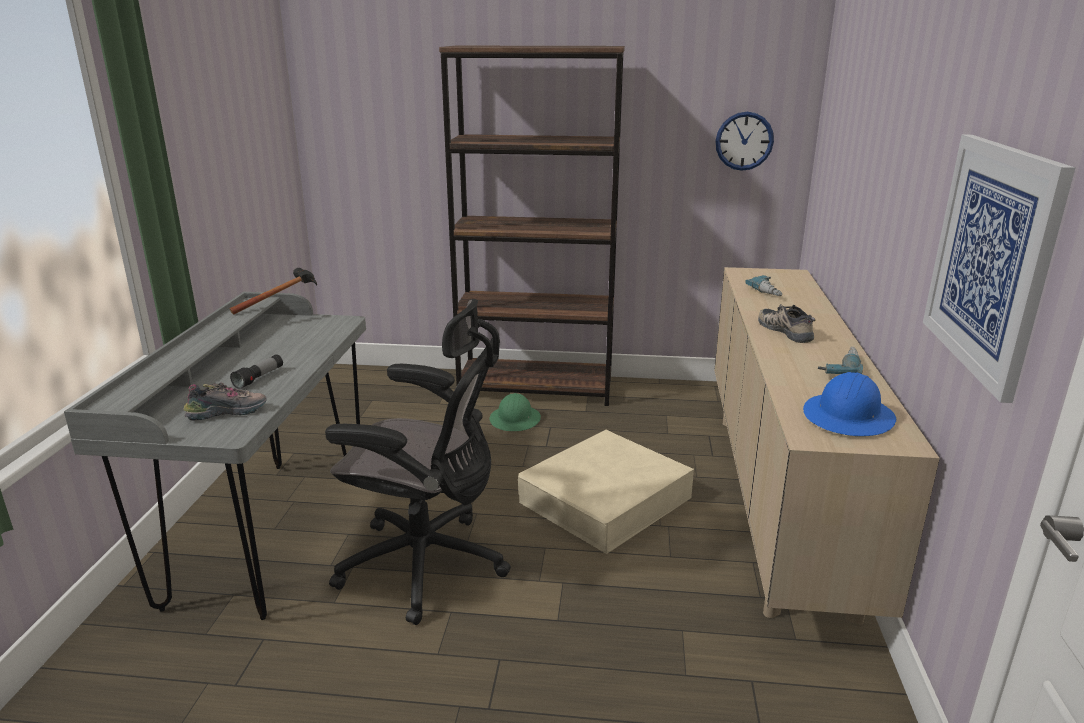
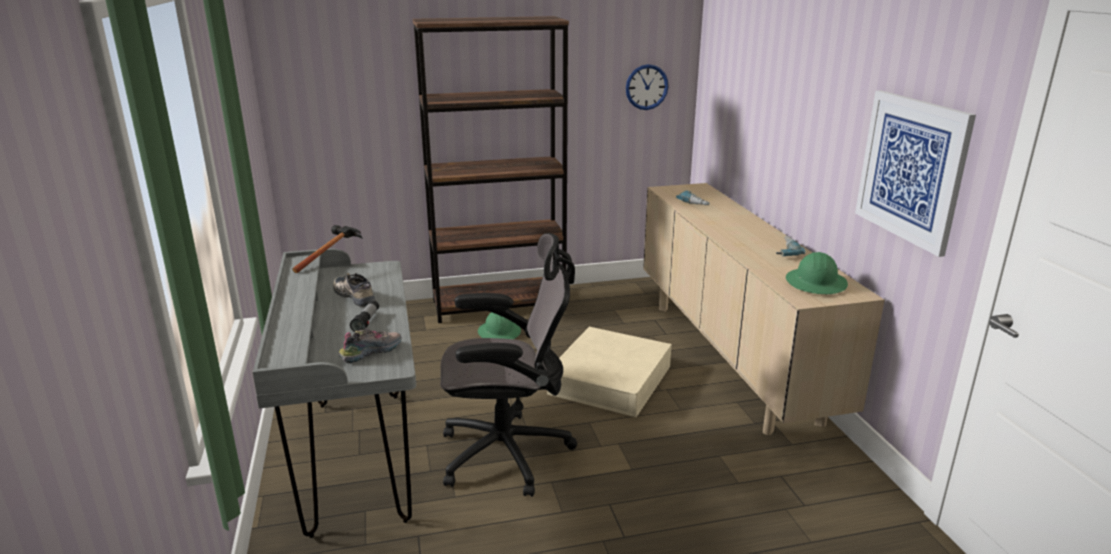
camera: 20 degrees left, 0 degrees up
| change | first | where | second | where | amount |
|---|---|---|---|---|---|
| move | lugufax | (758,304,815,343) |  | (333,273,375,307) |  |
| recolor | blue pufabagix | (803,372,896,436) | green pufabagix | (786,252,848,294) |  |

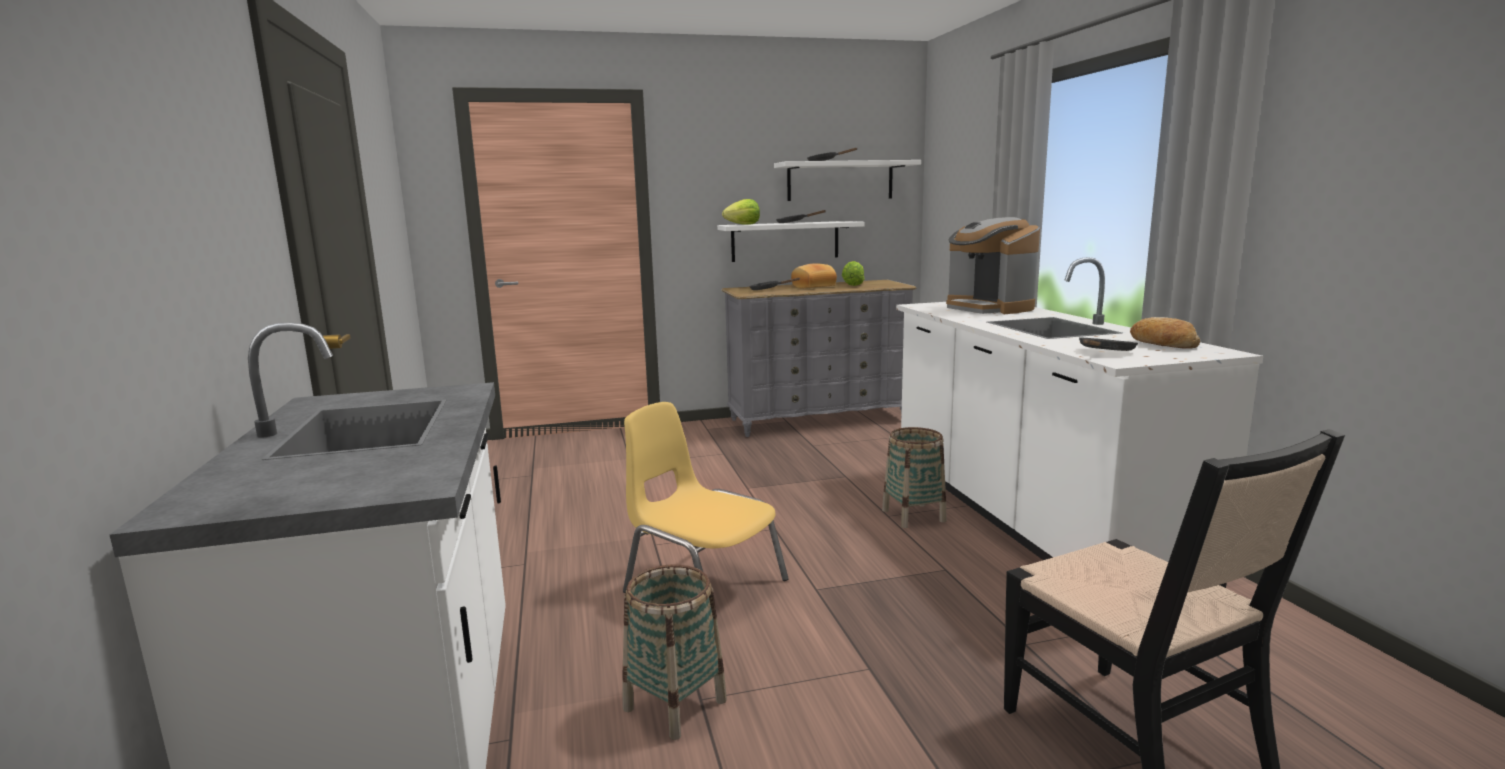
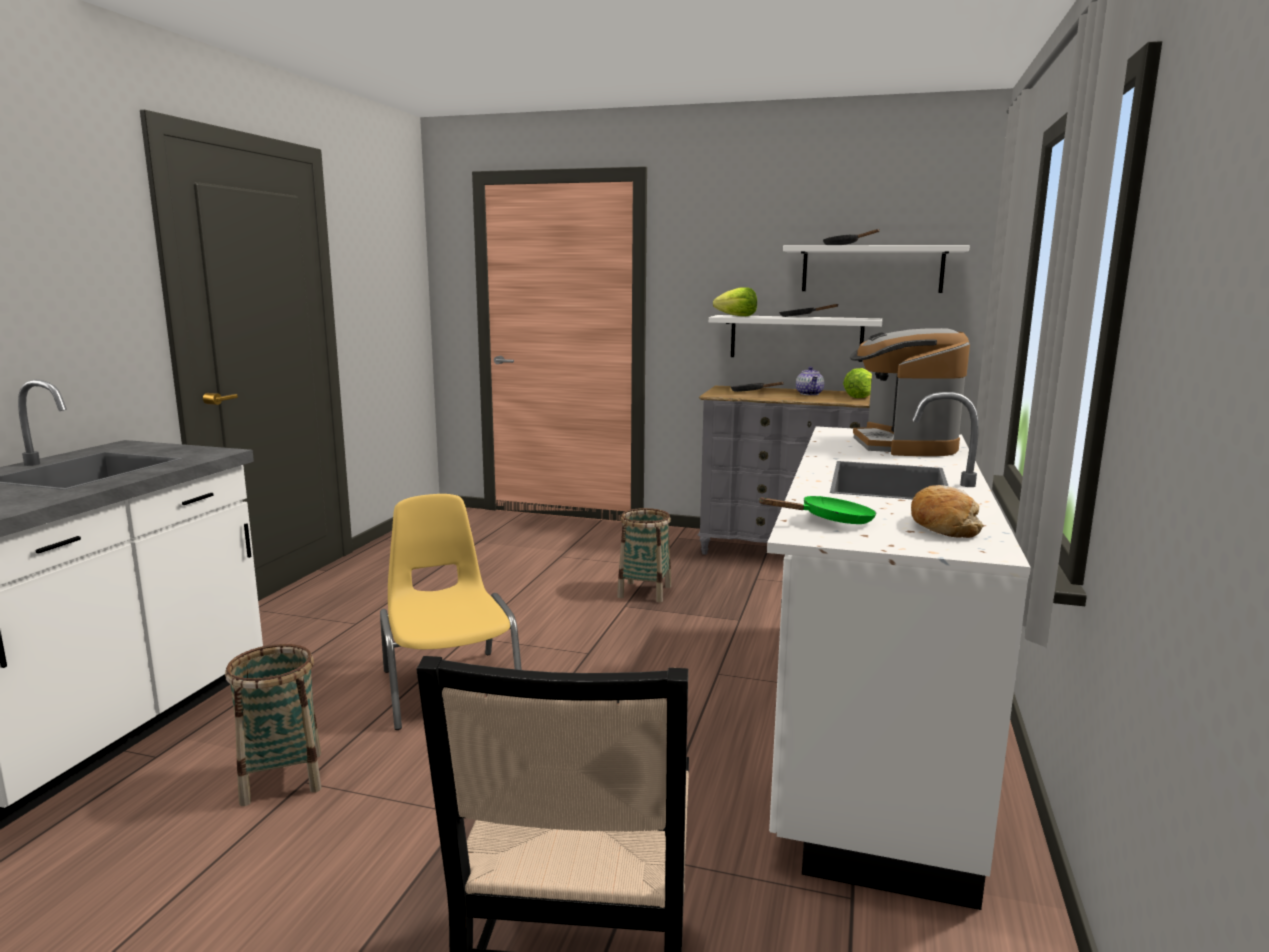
camera: 30 degrees right, 0 degrees up
| change | first | where | second | where | amount |
|---|---|---|---|---|---|
| move | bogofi | (882,427,947,528) |  | (617,508,671,602) |  |
| replace | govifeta | (791,263,837,288) | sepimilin | (796,367,824,395) |  |
| recolor | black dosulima | (1079,337,1138,351) | green dosulima | (758,496,877,524) |  |

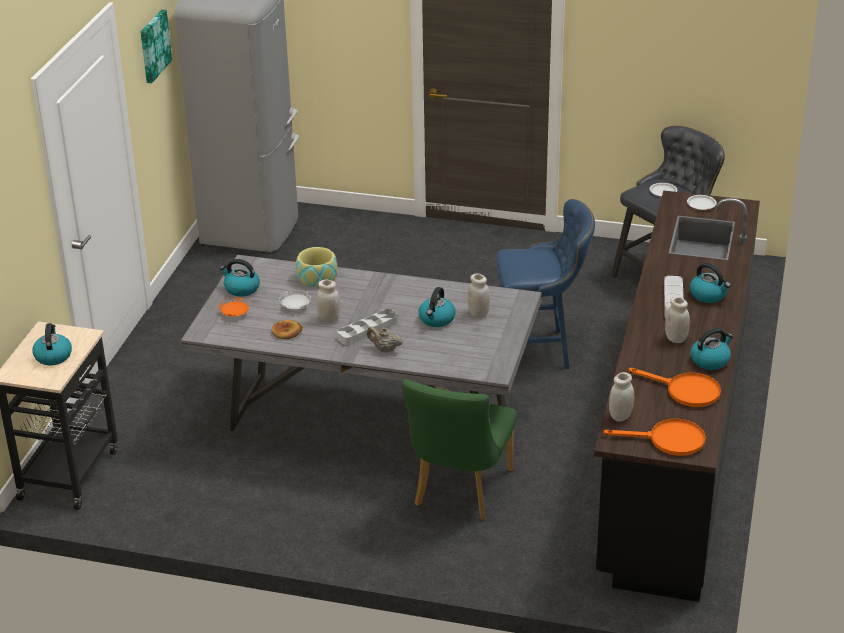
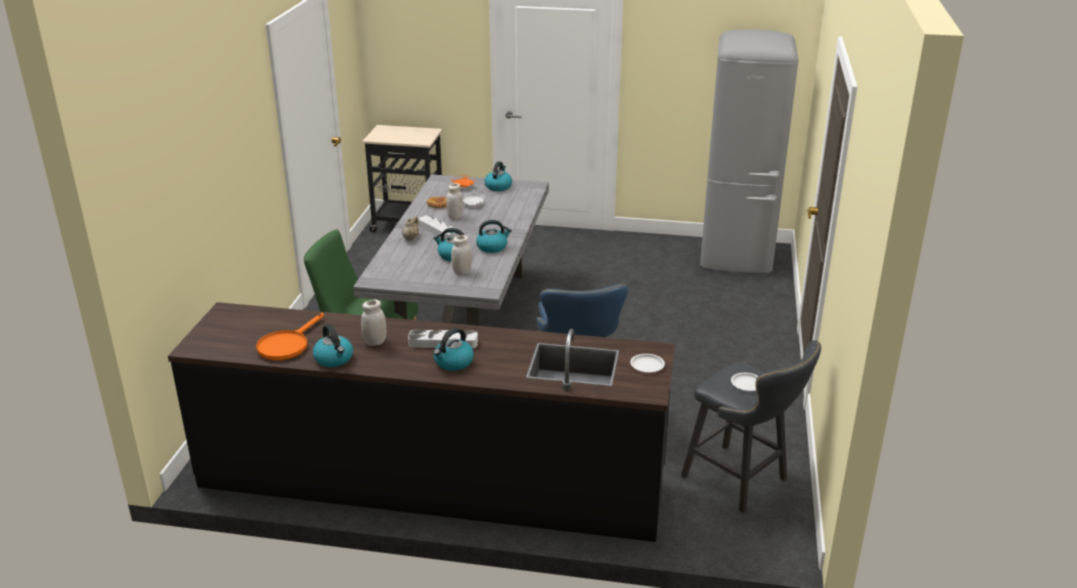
camera: 85 degrees right, 5 degrees down
| change | first | where | second | where | amount |
|---|---|---|---|---|---|
| delete | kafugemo | (141,10,172,83) |  |  |  |
| delete | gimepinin | (296,247,337,287) |  |  |  |
| delete | orange dosulima | (603,419,706,456) |  |  |  |
| delete | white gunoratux | (609,372,634,422) |  |  |  |
| move | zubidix | (32,323,72,365) |  | (476,220,512,253) |  |

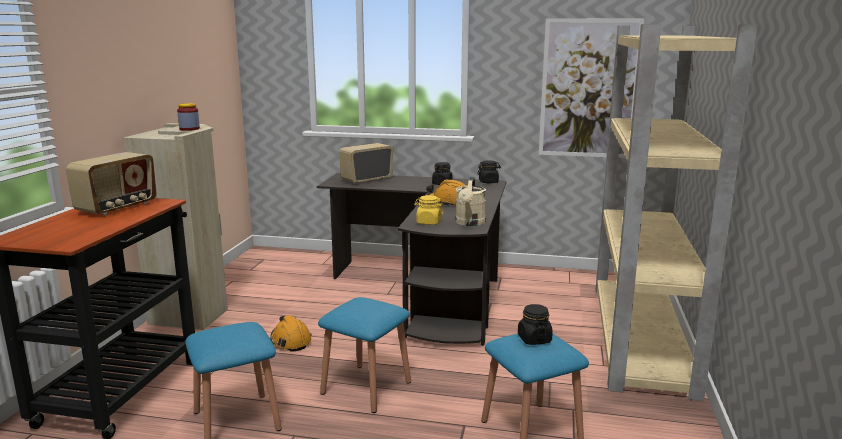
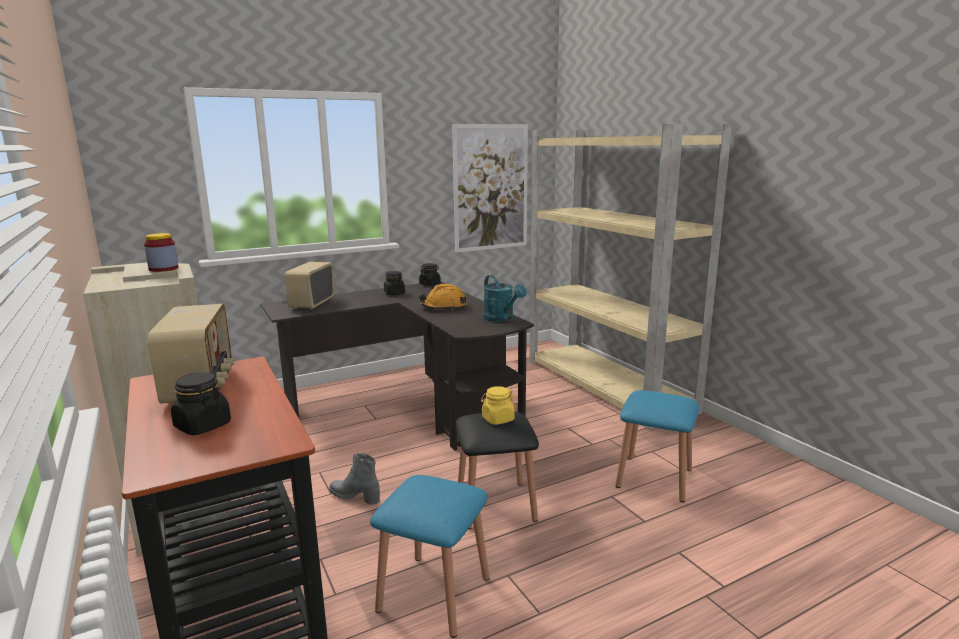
camera: 40 degrees left, 0 degrees up
| change | first | where | second | where | amount |
|---|---|---|---|---|---|
| move | yellow gunoratux | (414,195,443,225) |  | (481,386,515,425) |  |
| move | black gunoratux | (518,304,553,345) |  | (171,372,231,435) |  |
| replace | orange pufabagix | (270,315,312,352) | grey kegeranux | (329,453,380,505) |  |
| recolor | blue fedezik | (318,297,411,413) | black fedezik | (456,411,539,529) |  |
| recolor | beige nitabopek | (455,177,486,226) | turquoise nitabopek | (484,275,527,322) |  |

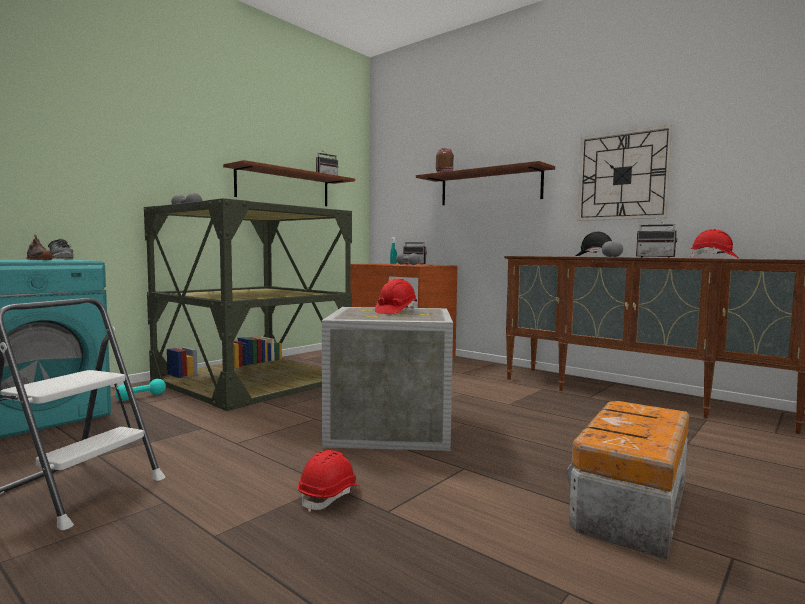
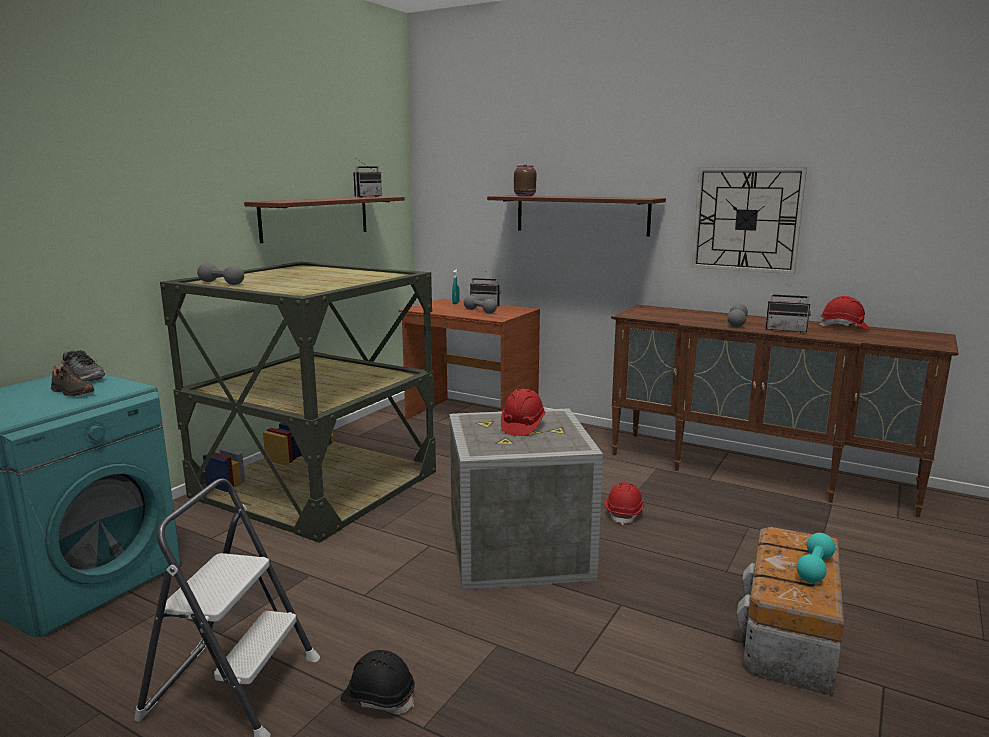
camera: 10 degrees left, 10 degrees up
| change | first | where | second | where | amount |
|---|---|---|---|---|---|
| move | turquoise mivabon | (115,379,166,401) |  | (796,533,835,583) |  |
| move | red pufabagix | (298,450,360,512) |  | (606,482,644,525) |  |
| move | black pufabagix | (576,232,612,256) |  | (340,650,415,714) |  |

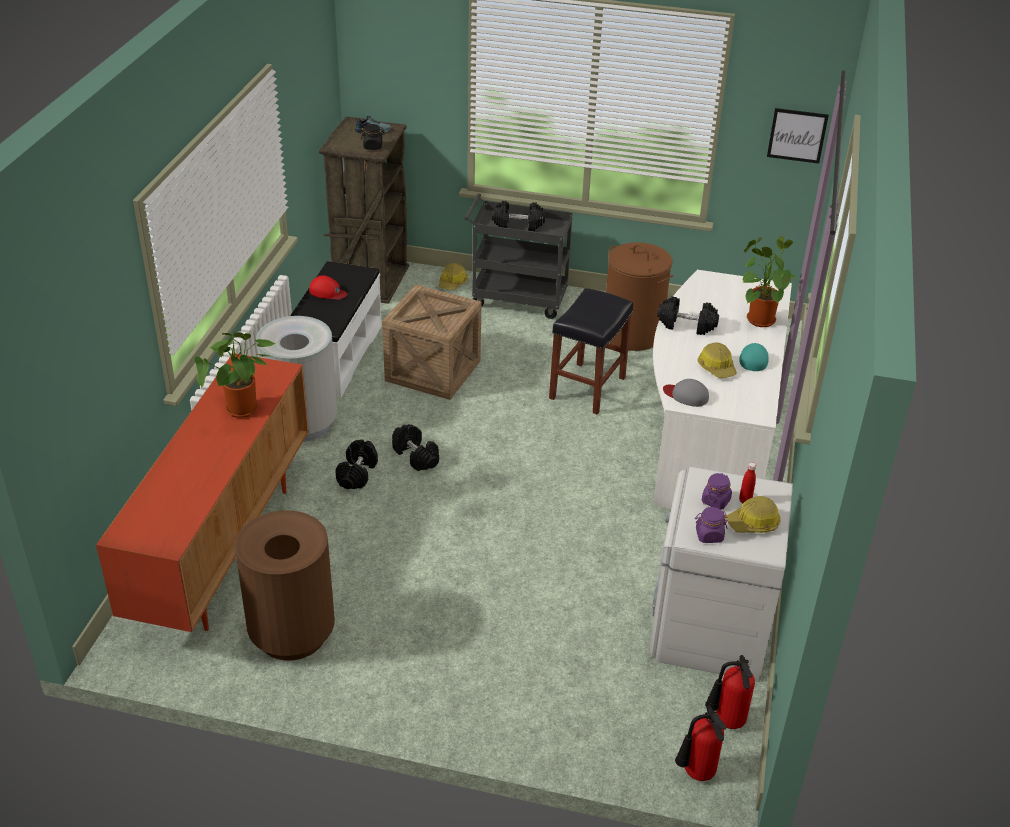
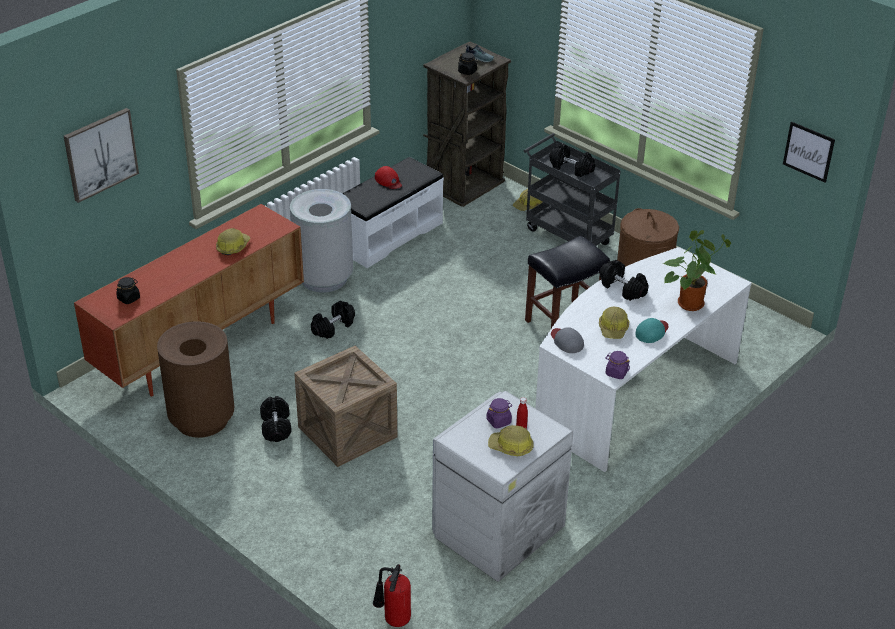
camera: 30 degrees right, 0 degrees up
| change | first | where | second | where | amount |
|---|---|---|---|---|---|
| delete | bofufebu | (705,655,755,729) |  |  |  |
| insert |  |  | kafugemo | (64,108,139,203) |  |
| insert |  |  | black gunoratux | (116,277,140,304) |  |
| move | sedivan | (382,285,481,400) |  | (294,346,397,467) |  |
| move | black mivabon | (392,424,439,471) |  | (260,396,291,442) |  |
| move | purple gunoratux | (695,507,728,543) |  | (605,351,630,379) |  |
| replace | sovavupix | (194,330,275,418) | pufabagix | (216,228,250,255) |  |

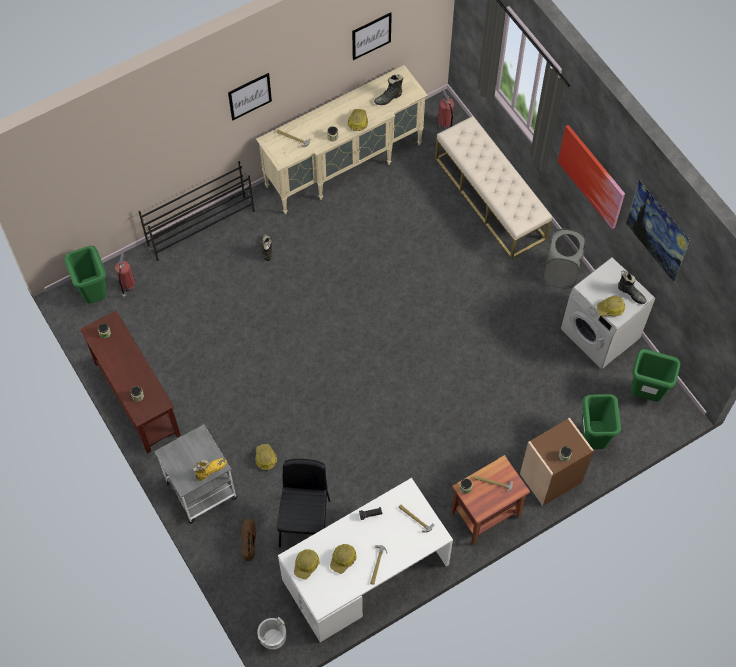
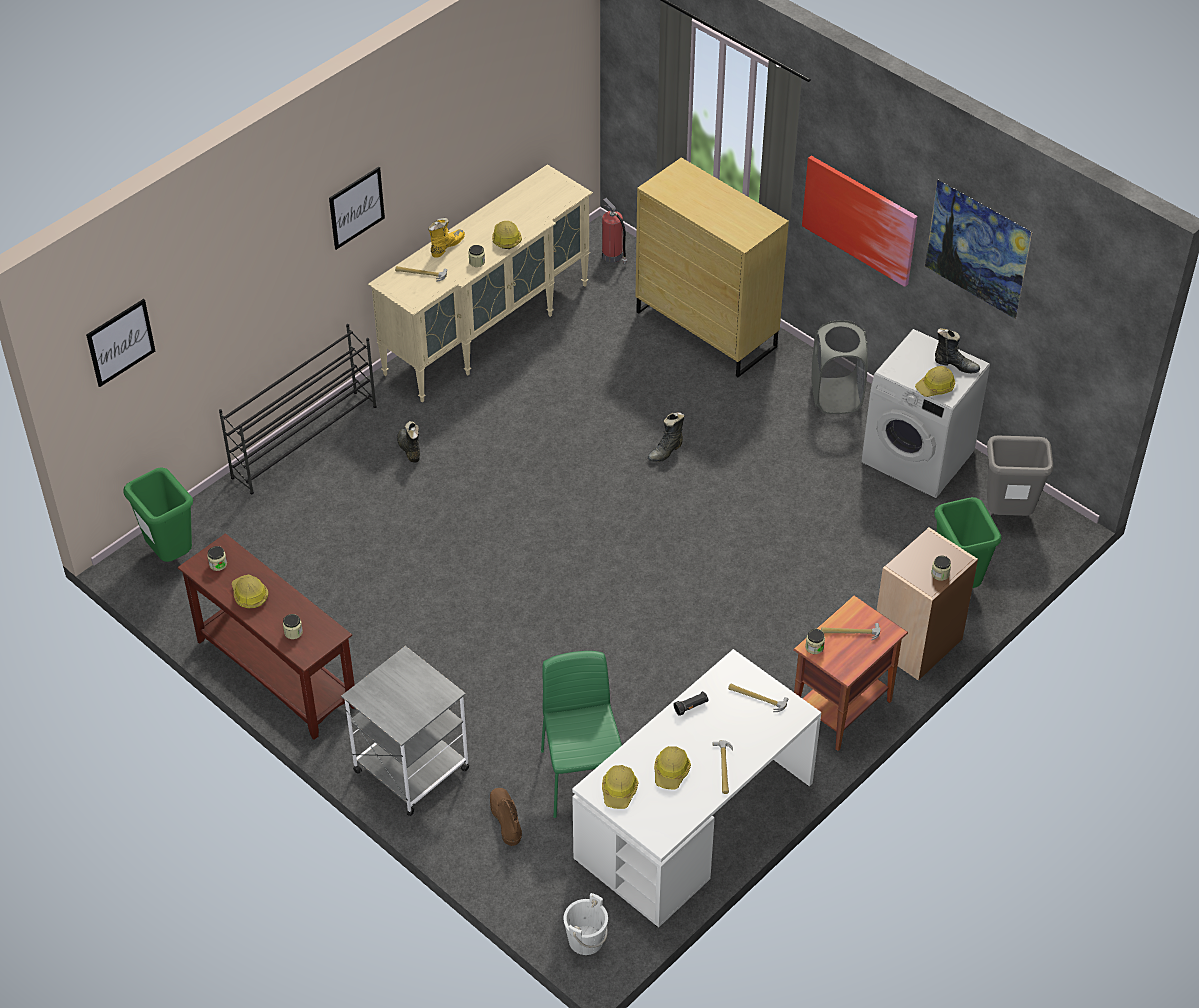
camera: 15 degrees left, 15 degrees down
| change | first | where | second | where | amount |
|---|---|---|---|---|---|
| delete | bofufebu | (115,253,136,297) |  |  |  |
| move | yellow kegeranux | (192,458,227,481) |  | (428,218,465,258) |  |
| move | pufabagix | (256,444,277,470) |  | (232,575,268,608) |  |
| move | kafugemo | (352,12,392,60) |  | (86,299,155,387) |  |
| move | black kegeranux | (374,75,403,105) |  | (647,412,684,462) |  |
| replace | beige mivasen | (435,116,552,259) | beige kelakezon | (635,157,789,377) |  |
| recolor | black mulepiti | (277,459,330,548) | green mulepiti | (541,651,622,818) |  |
| recolor | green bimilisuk | (631,349,680,402) | grey bimilisuk | (987,436,1053,516) |  |

